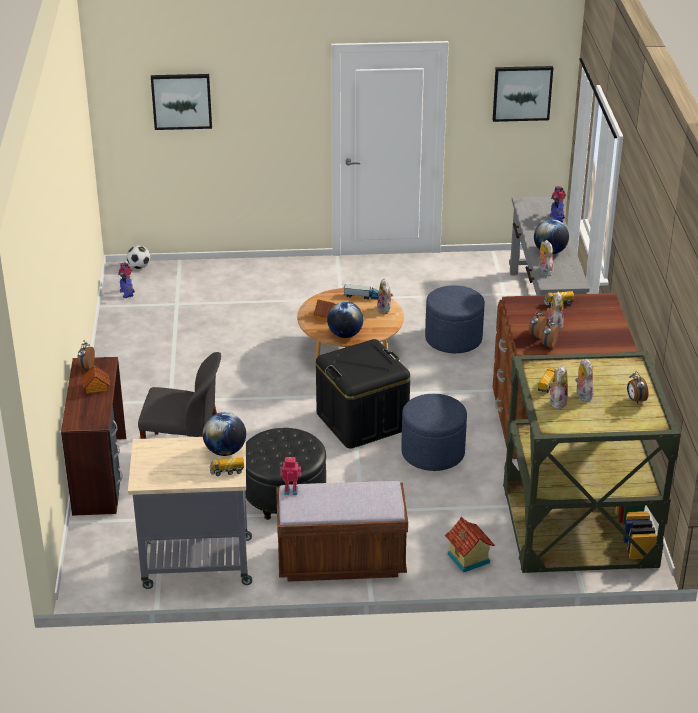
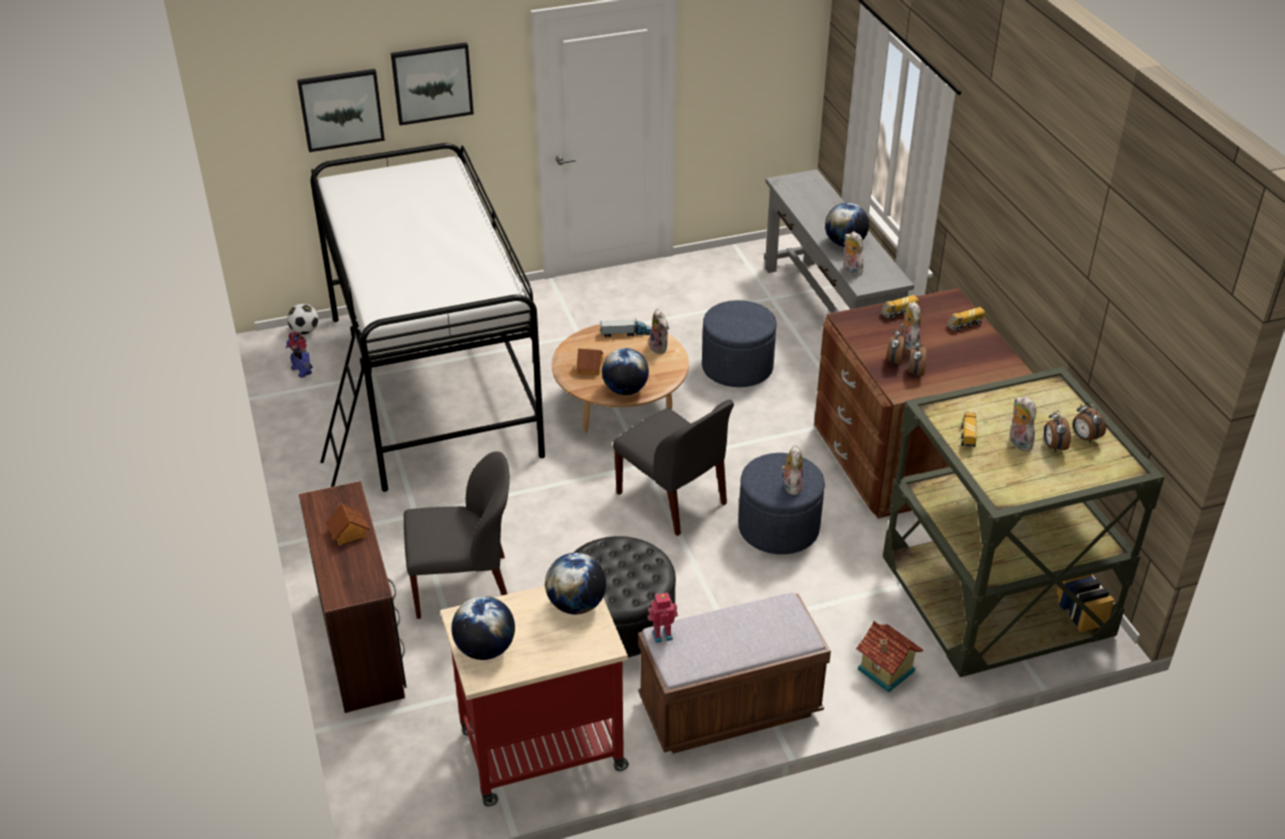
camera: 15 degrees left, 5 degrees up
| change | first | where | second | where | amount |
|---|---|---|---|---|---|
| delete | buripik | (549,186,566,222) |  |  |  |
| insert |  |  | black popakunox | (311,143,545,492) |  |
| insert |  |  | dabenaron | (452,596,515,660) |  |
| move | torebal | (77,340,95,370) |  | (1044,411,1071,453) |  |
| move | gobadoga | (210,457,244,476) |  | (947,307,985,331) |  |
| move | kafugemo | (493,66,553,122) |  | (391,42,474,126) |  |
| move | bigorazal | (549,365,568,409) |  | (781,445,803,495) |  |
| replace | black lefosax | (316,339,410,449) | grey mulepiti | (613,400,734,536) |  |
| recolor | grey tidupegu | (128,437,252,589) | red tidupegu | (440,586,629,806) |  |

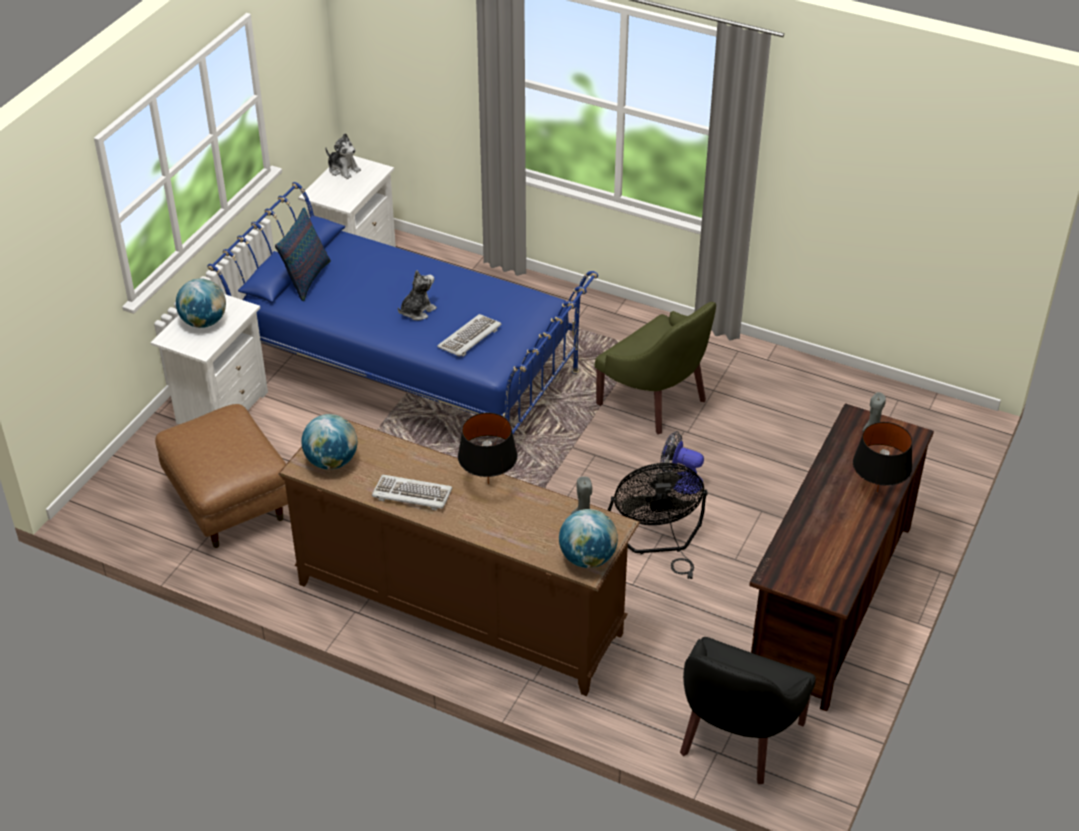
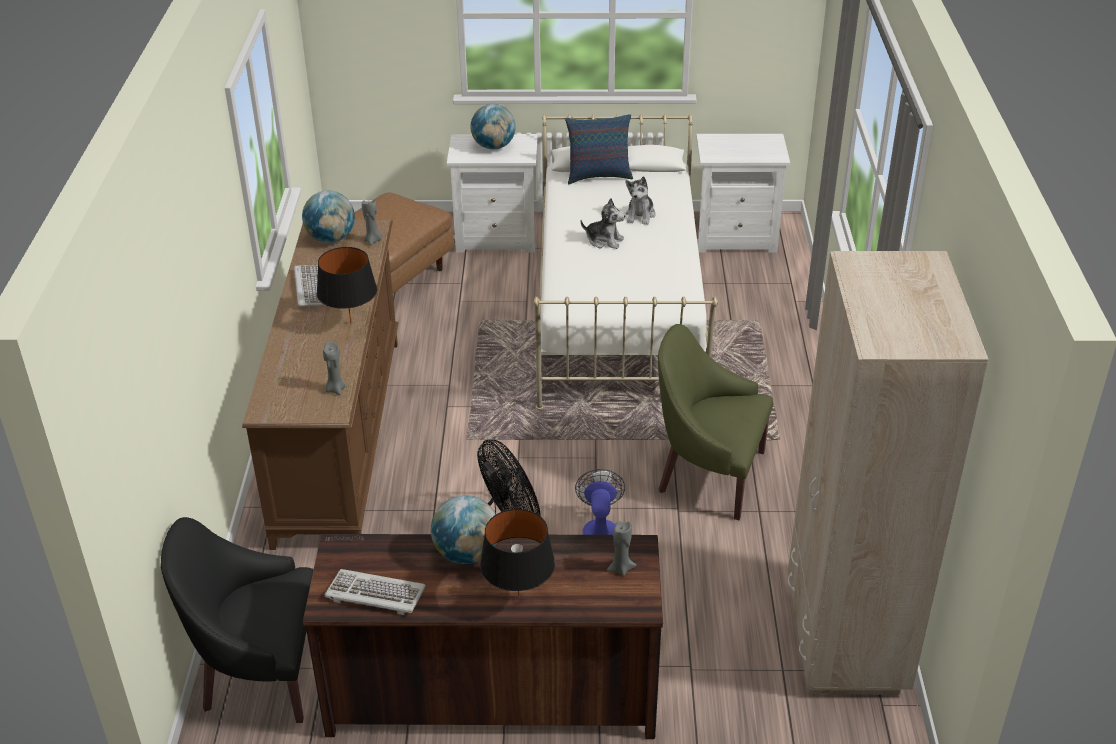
camera: 65 degrees right, 5 degrees down
| change | first | where | second | where | amount |
|---|---|---|---|---|---|
| insert |  |  | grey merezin | (362,200,382,246) |  |
| insert |  |  | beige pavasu | (788,251,989,695) |  |
| move | bigorazal | (325,133,361,179) |  | (625,176,656,225) |  |
| move | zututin | (437,314,502,357) |  | (324,569,426,615) |  |
| move | dabenaron | (559,509,618,568) |  | (431,495,496,564) |  |
| recolor | blue popakunox | (208,182,598,434) | white popakunox | (534,114,718,410) |  |
| rotate | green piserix | (595,302,716,434) |  | (658,324,773,520) | 90 degrees clockwise |

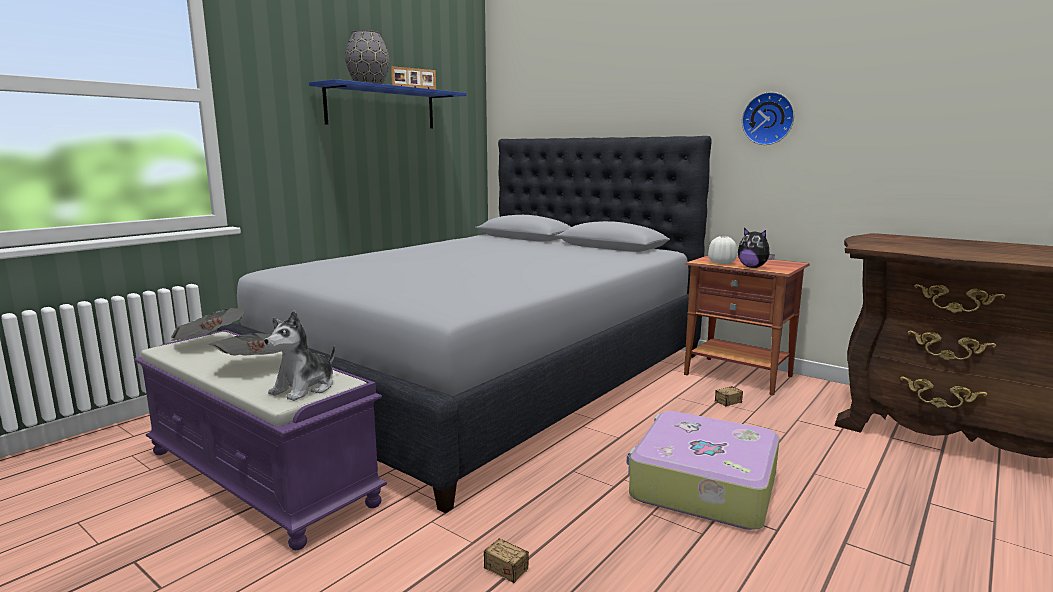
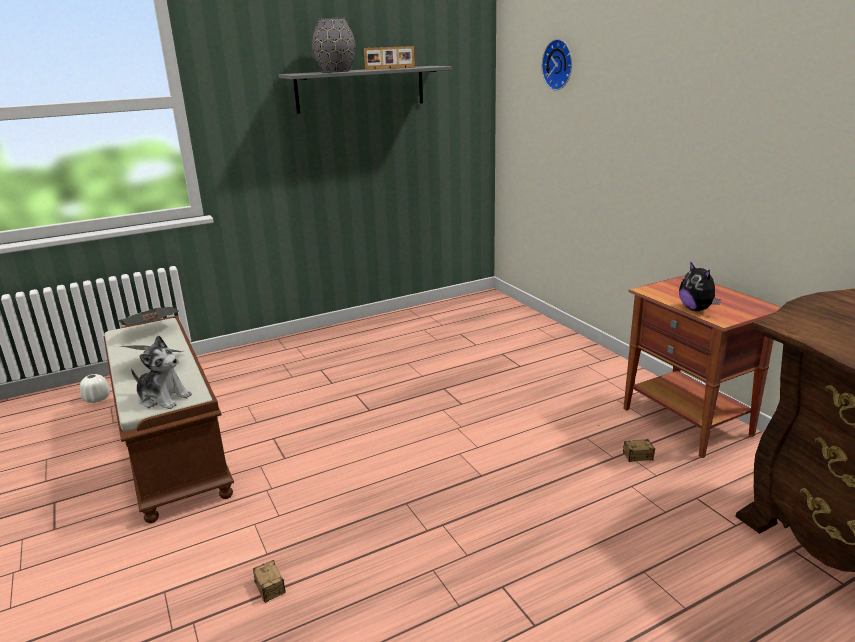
camera: 25 degrees right, 10 degrees up
| change | first | where | second | where | amount |
|---|---|---|---|---|---|
| delete | grey popakunox | (217,136,712,513) |  |  |  |
| delete | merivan | (627,411,780,530) |  |  |  |
| move | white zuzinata | (708,236,737,264) |  | (80,374,110,403) |  |
| move | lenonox | (742,92,794,145) |  | (542,39,572,90) |  |
| recolor | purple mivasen | (134,330,387,550) | brown mivasen | (104,316,234,523) |  |
| recolor | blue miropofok | (309,79,467,128) | grey miropofok | (279,66,452,114) |  |
| rotate | bigorazal | (264,311,335,401) |  | (131,336,192,409) | 120 degrees counterclockwise |

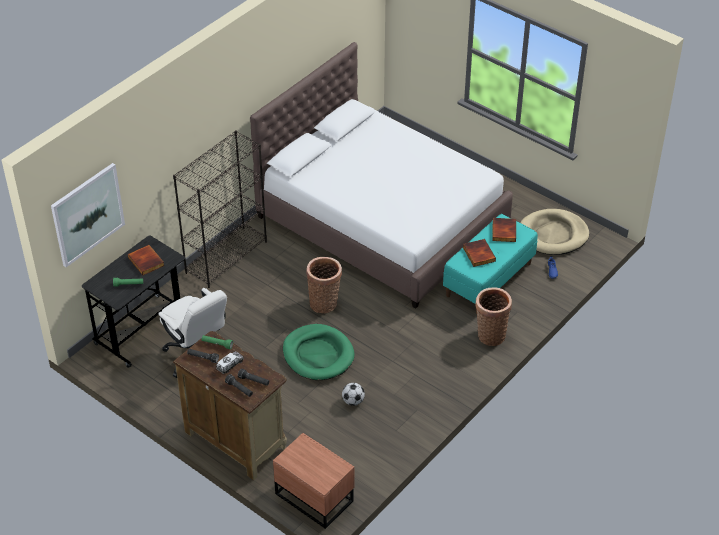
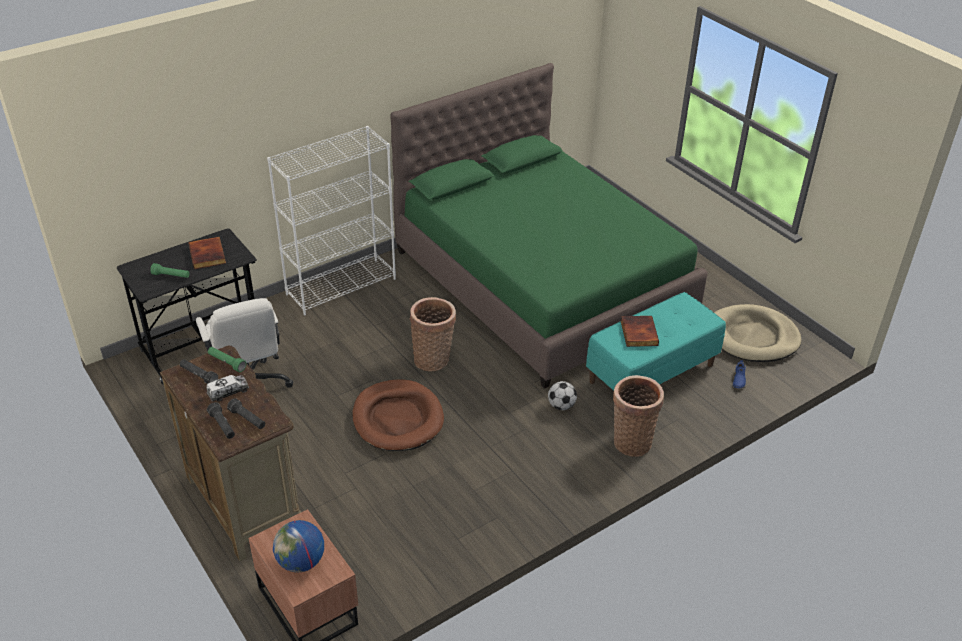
camera: 15 degrees right, 5 degrees down
| change | first | where | second | where | amount |
|---|---|---|---|---|---|
| delete | kafugemo | (51,163,125,267) |  |  |  |
| delete | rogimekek | (492,218,516,242) |  |  |  |
| insert |  |  | dabenaron | (273,520,324,573) |  |
| move | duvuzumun | (342,383,365,406) |  | (548,381,577,410) |  |
| recolor | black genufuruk | (173,131,267,288) | white genufuruk | (267,126,396,315) |  |
| recolor | white popakunox | (250,42,513,308) | green popakunox | (390,63,708,389) |  |
| recolor | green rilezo | (283,324,355,380) | brown rilezo | (352,379,444,451) |  |

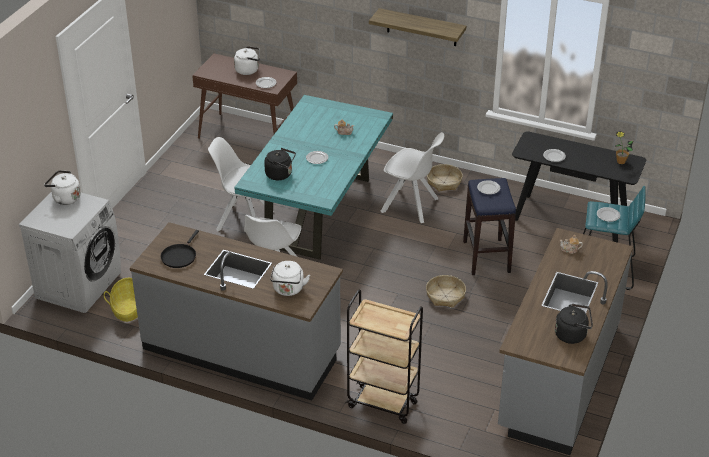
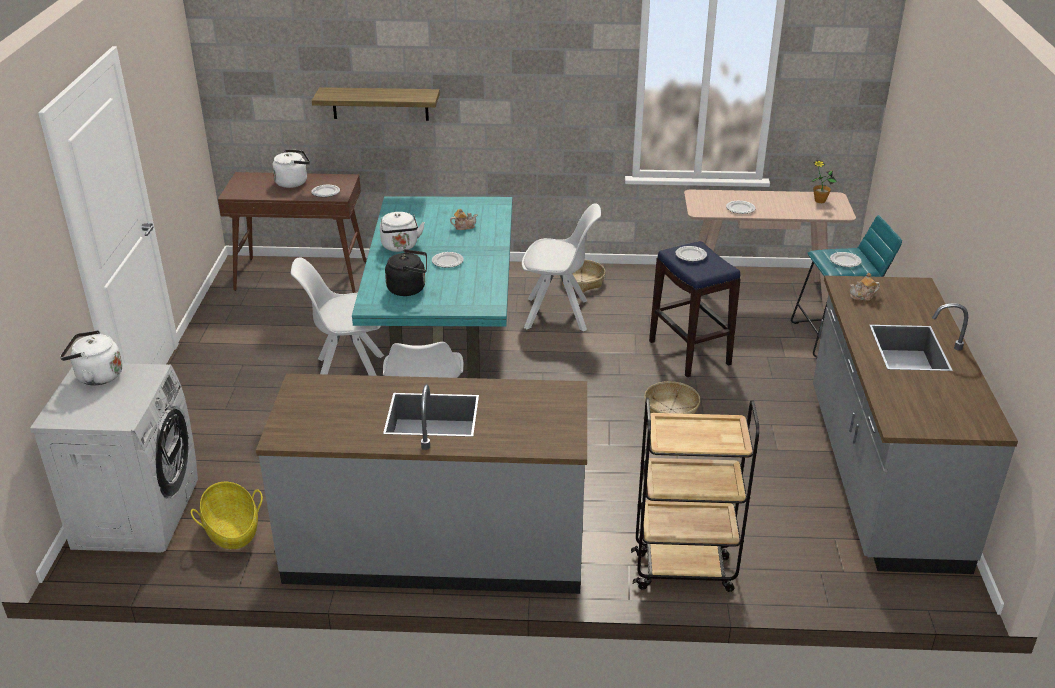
camera: 20 degrees left, 5 degrees down
| change | first | where | second | where | amount |
|---|---|---|---|---|---|
| delete | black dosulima | (161,230,199,268) |  |  |  |
| delete | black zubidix | (555,304,593,344) |  |  |  |
| move | white zubidix | (270,261,310,296) |  | (380,212,425,252) |  |
| move | miropofok | (369,8,466,46) |  | (312,87,440,121) |  |
| recolor | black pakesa | (512,131,646,243) | beige pakesa | (684,190,856,309) |  |

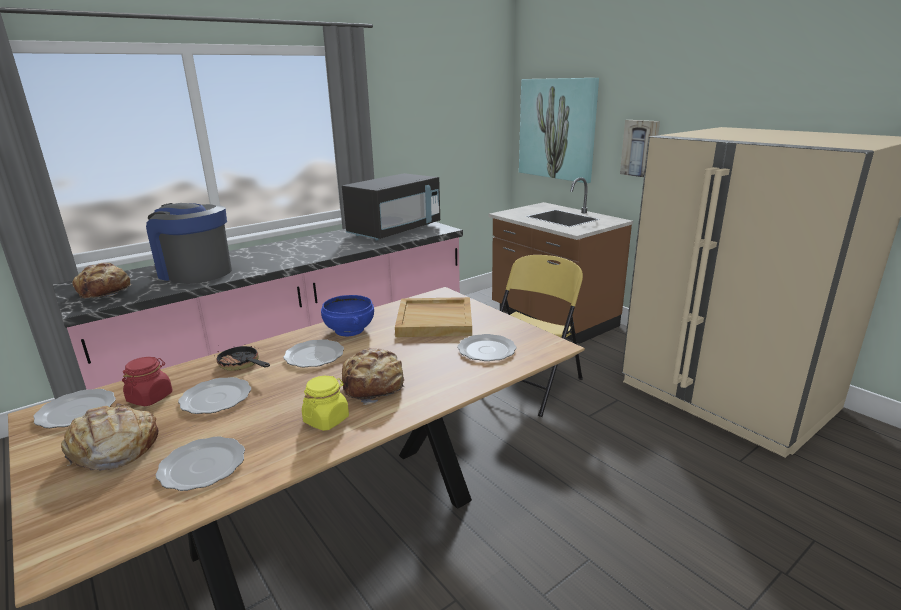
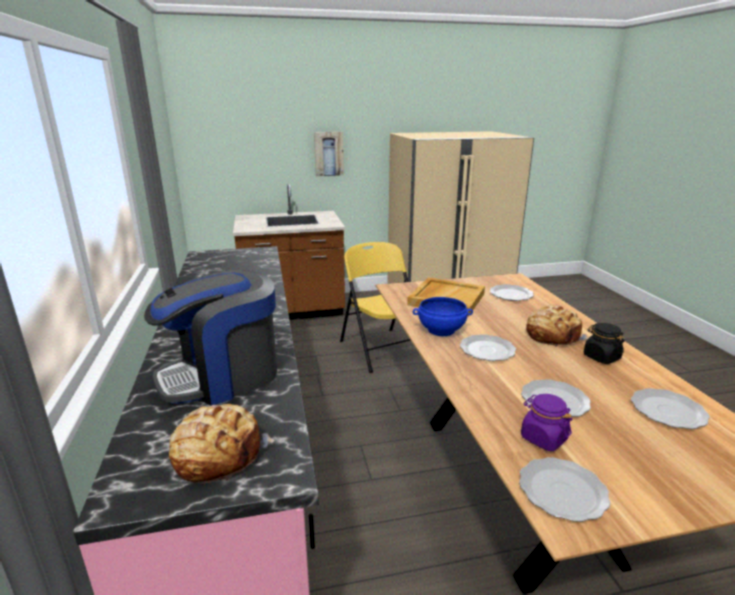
camera: 65 degrees left, 0 degrees up
| change | first | where | second | where | amount |
|---|---|---|---|---|---|
| delete | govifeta | (61,403,158,471) |  |  |  |
| delete | dosulima | (214,346,270,371) |  |  |  |
| delete | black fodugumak | (342,173,440,240) |  |  |  |
| delete | kafugemo | (519,78,599,183) |  |  |  |
| recolor | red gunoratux | (122,357,172,406) | purple gunoratux | (521,394,573,451) |  |
| recolor | yellow gunoratux | (302,376,349,431) | black gunoratux | (584,323,625,364) |  |

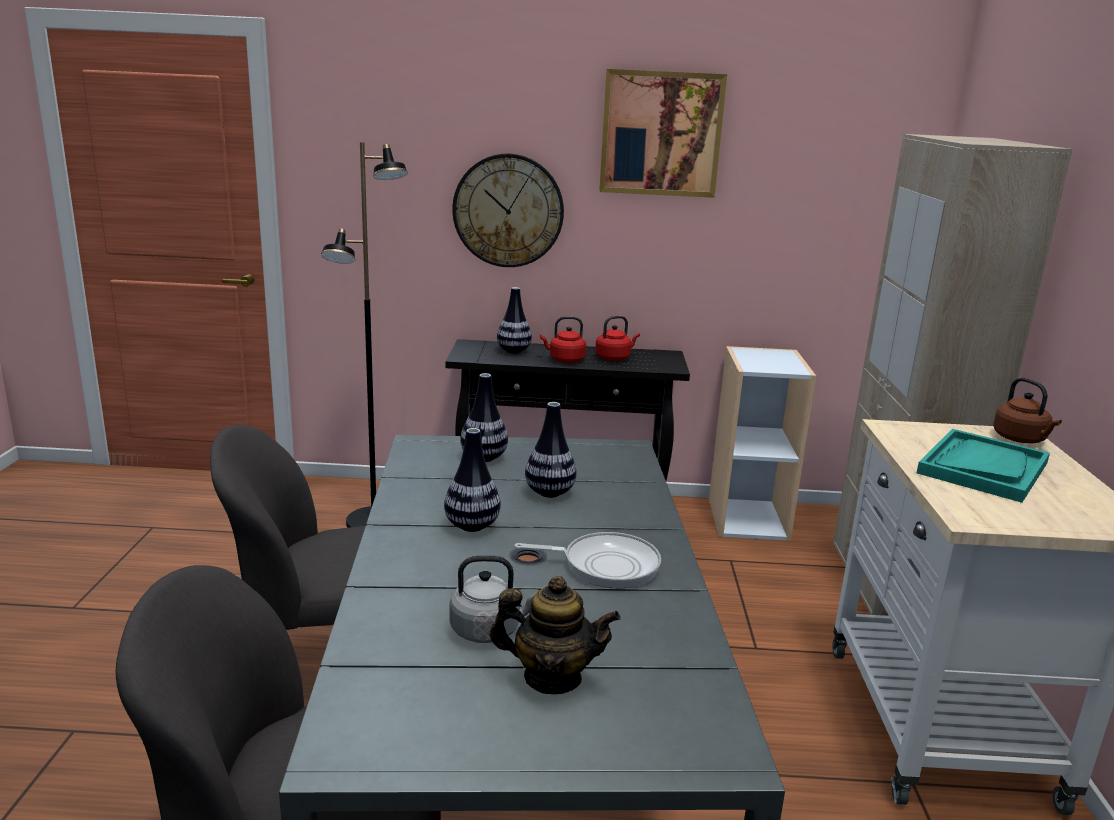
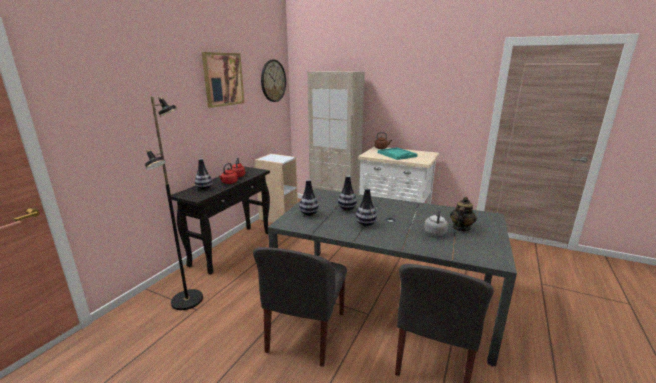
camera: 65 degrees left, 0 degrees up
| change | first | where | second | where | amount |
|---|---|---|---|---|---|
| delete | dosulima | (515,532,661,588) |  |  |  |
| move | lenonox | (452,154,564,267) |  | (261,60,286,102) |  |

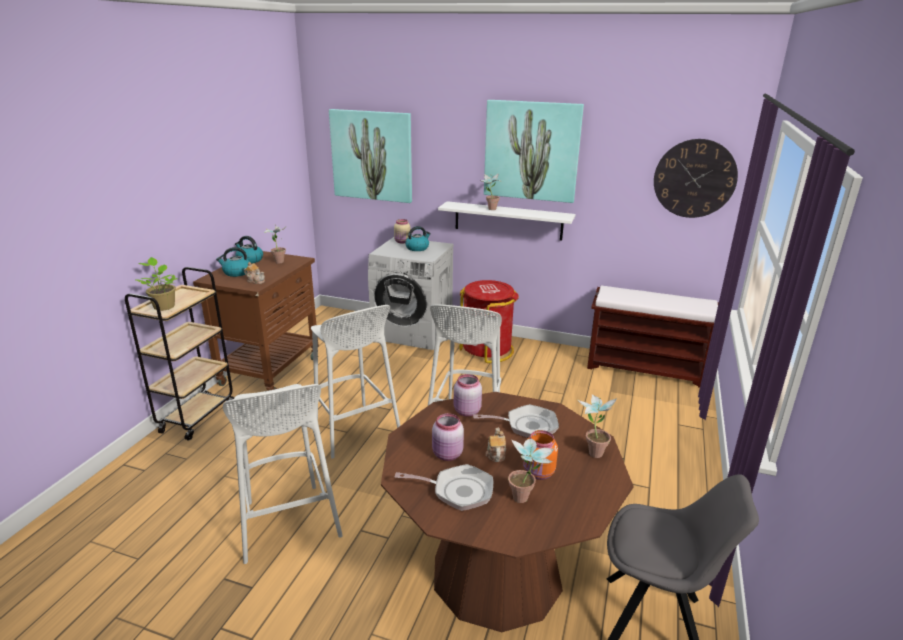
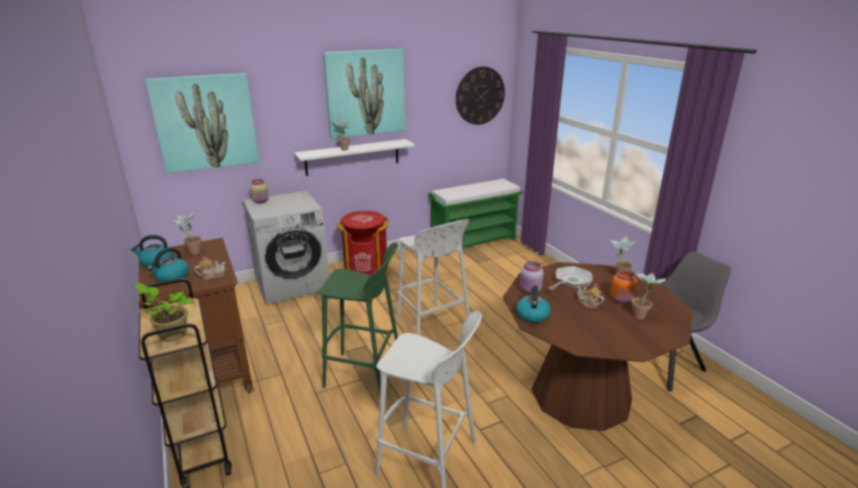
camera: 45 degrees left, 0 degrees up
| change | first | where | second | where | amount |
|---|---|---|---|---|---|
| delete | dosulima | (395,464,493,511) |  |  |  |
| delete | pink gunoratux | (432,413,464,461) |  |  |  |
| move | zubidix | (405,226,431,251) |  | (516,285,551,323) |  |
| recolor | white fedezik | (311,305,400,459) | green fedezik | (318,243,398,396) |  |
| recolor | brown mivasen | (587,286,719,388) | green mivasen | (428,178,523,256) |  |

